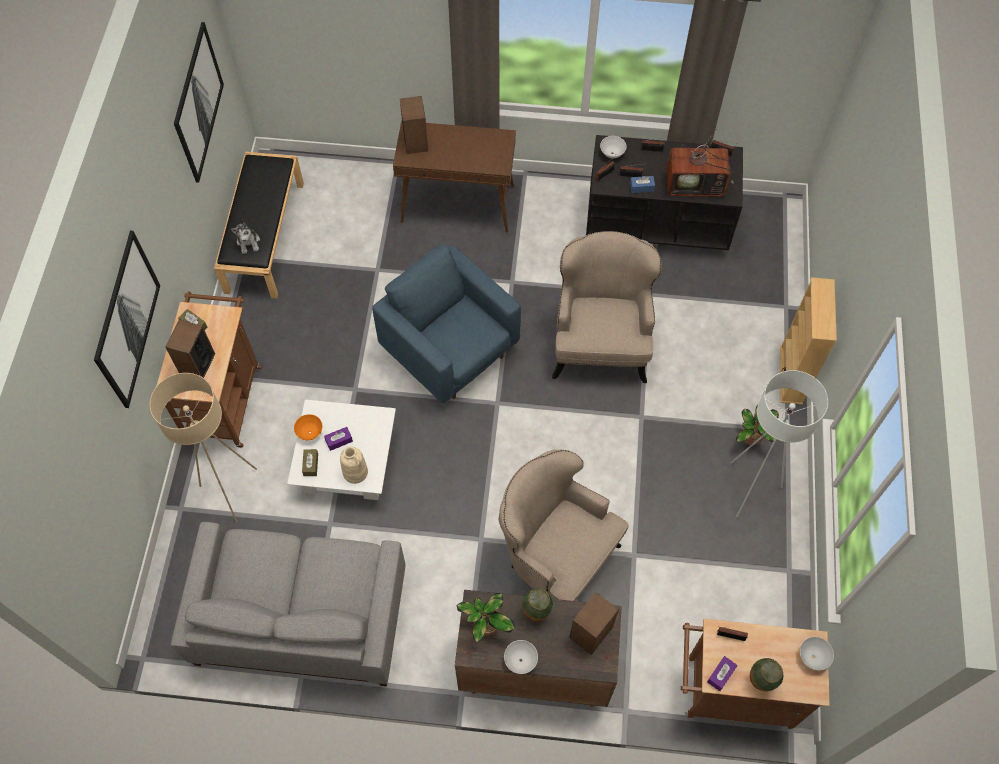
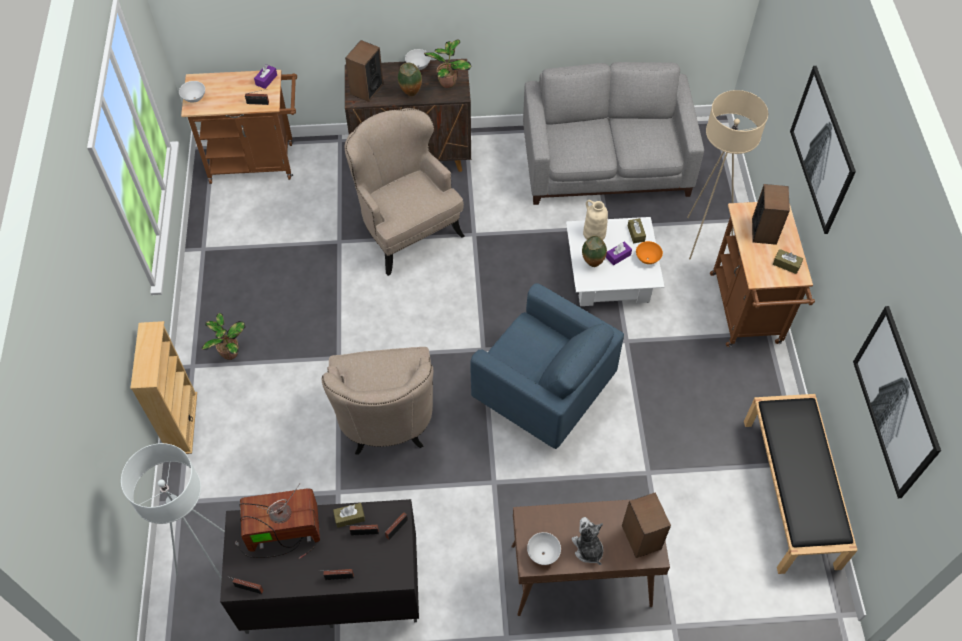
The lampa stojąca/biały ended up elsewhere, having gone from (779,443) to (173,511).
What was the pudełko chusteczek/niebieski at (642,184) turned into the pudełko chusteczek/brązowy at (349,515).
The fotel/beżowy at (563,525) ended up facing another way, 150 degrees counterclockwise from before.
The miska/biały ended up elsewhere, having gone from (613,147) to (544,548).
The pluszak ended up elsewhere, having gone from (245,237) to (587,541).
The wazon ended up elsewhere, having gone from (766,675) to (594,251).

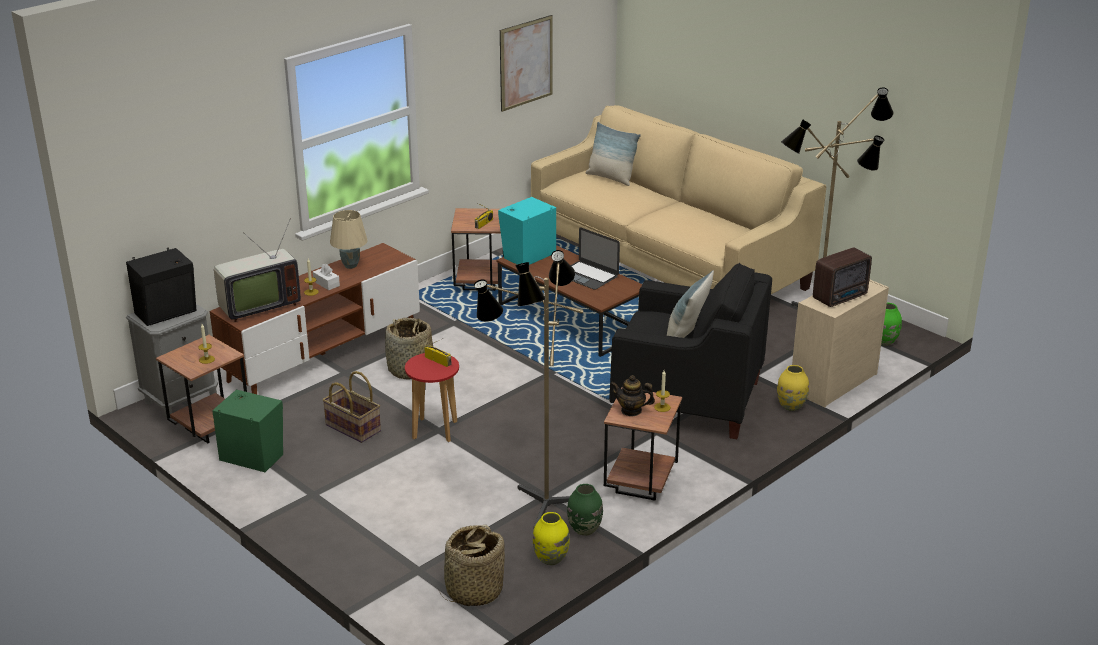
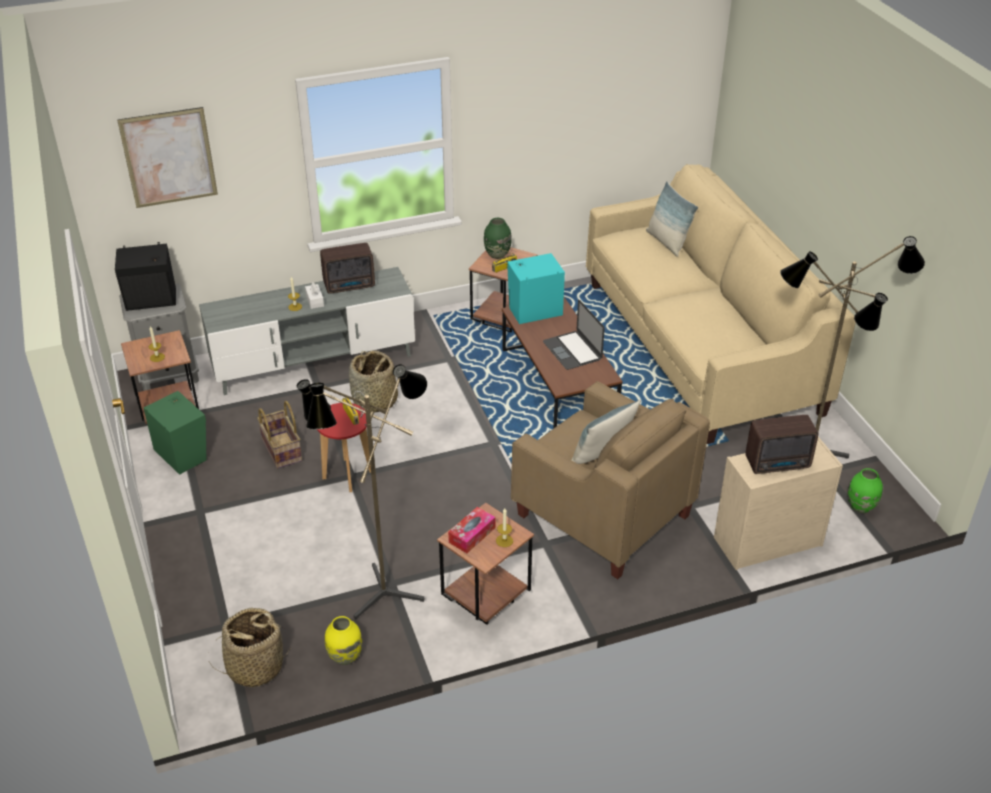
The obraz ended up elsewhere, having gone from (526,63) to (167,157).
What was the szafka pod telewizor/brązowy at (315,318) turned into the szafka pod telewizor/szary at (307,331).
Where the lampa stołowa/beżowy stood at (349,239), the radio came to stand at (347,268).
Where the imbryk stood at (633,395), the pudełko chusteczek came to stand at (472,530).
The wazon/zielony ended up elsewhere, having gone from (585,510) to (498,238).
What was the fotel/czarny at (690,351) turned into the fotel/beżowy at (610,480).
The second view lost the telewizor at (257,271).
The second view lost the wazon/żółty at (793,388).

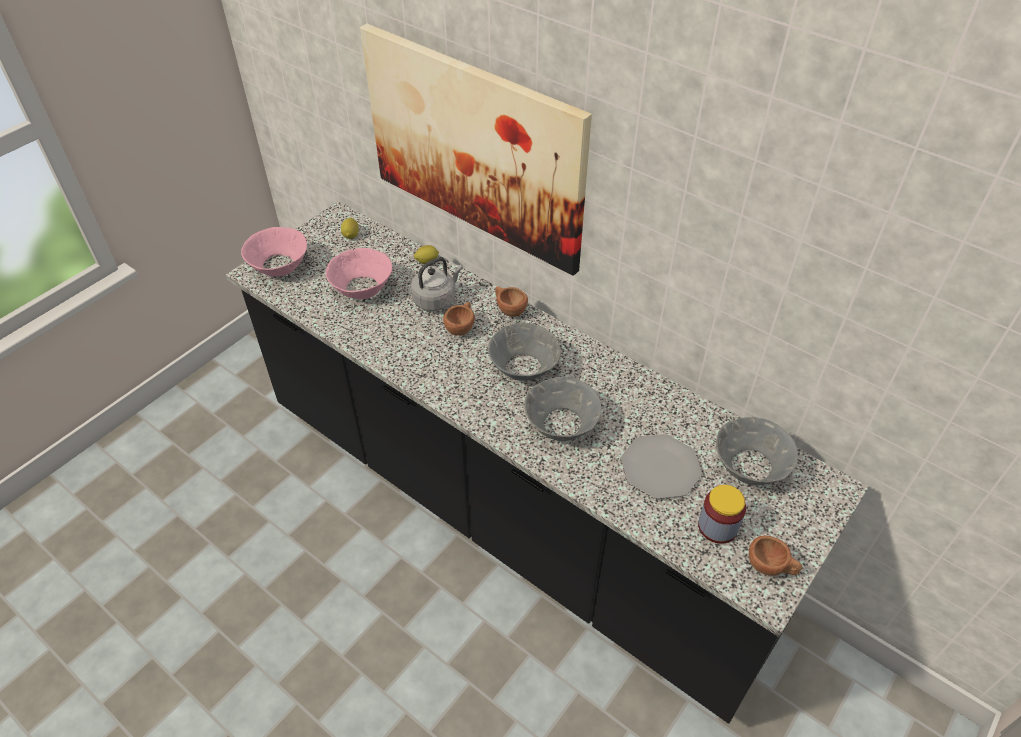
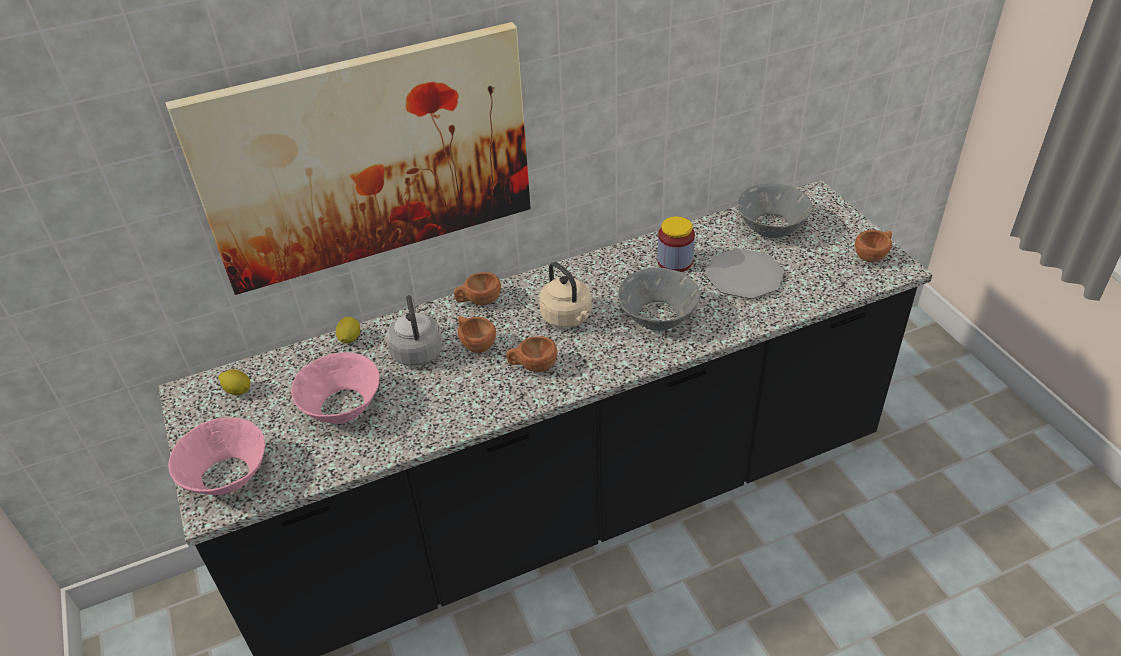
The second view gained the filiżanka/brązowy at (531,354).
Where the miska/szary stood at (524,352), the czajnik/beżowy came to stand at (565,295).
The słoik ended up elsewhere, having gone from (722,514) to (676,244).

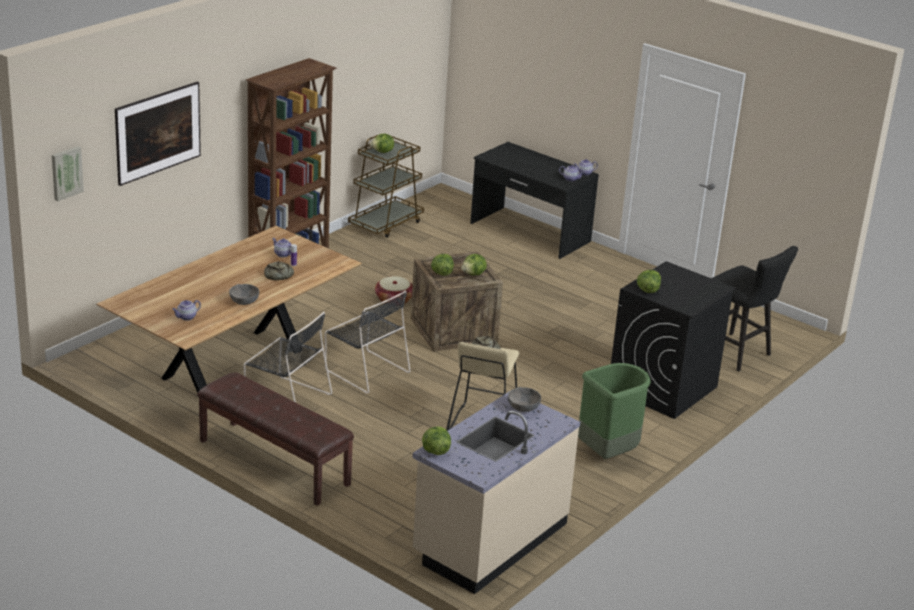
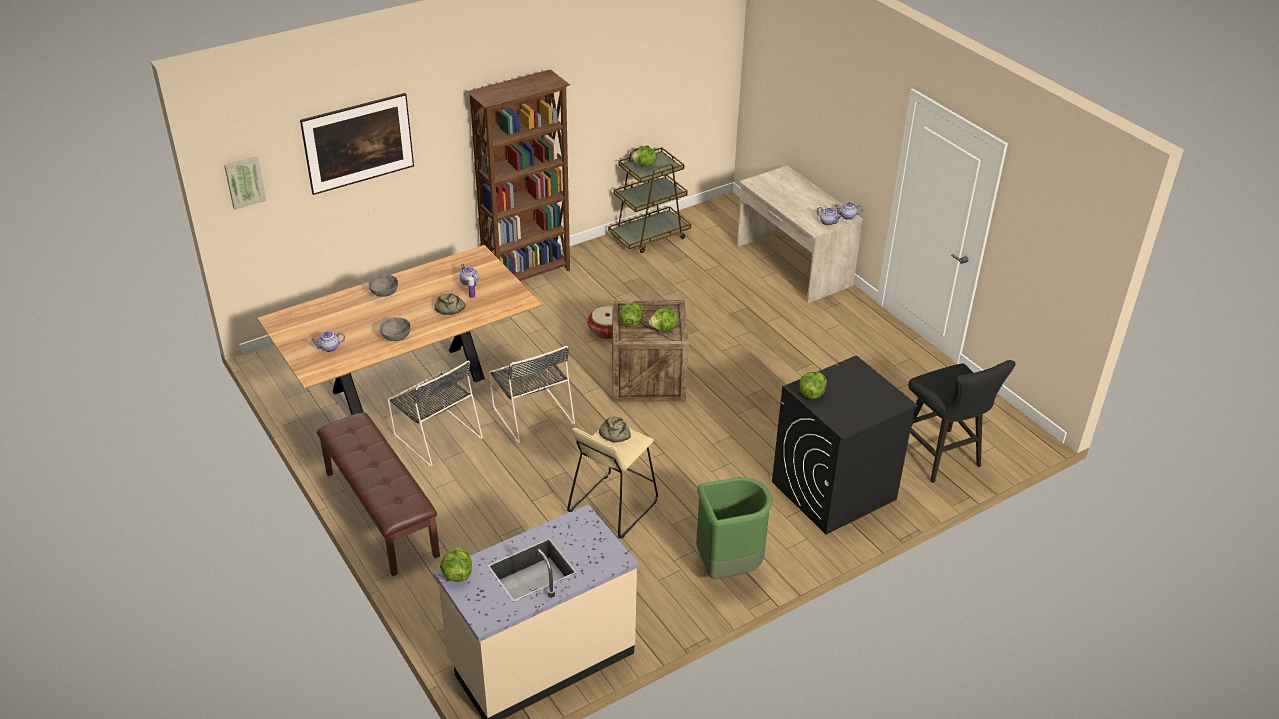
The miska/szary ended up elsewhere, having gone from (524,399) to (383,285).
What was the biurko/czarny at (534,200) turned into the biurko/beżowy at (800,234).

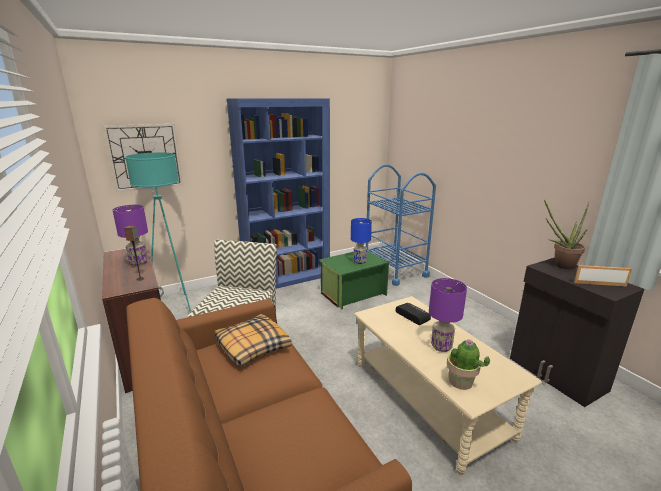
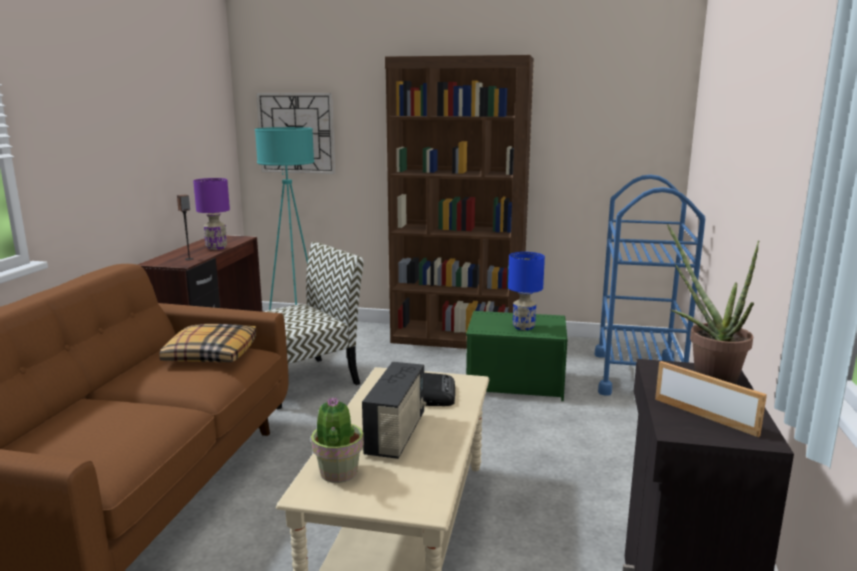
Where the lampa stołowa/fioletowy stood at (448,315), the radio came to stand at (394,410).
What was the regał/niebieski at (278,193) turned into the regał/brązowy at (459,202).

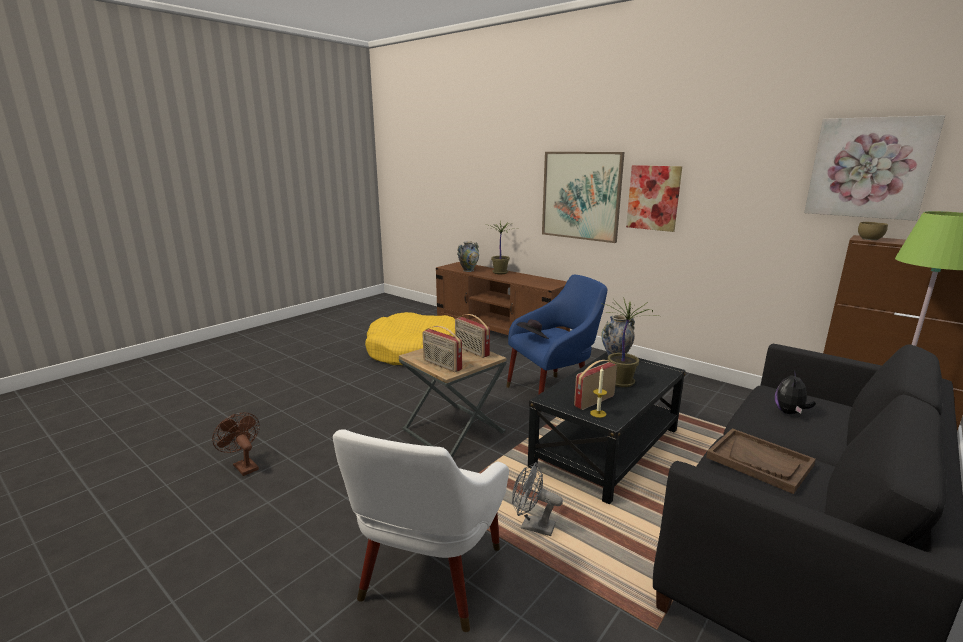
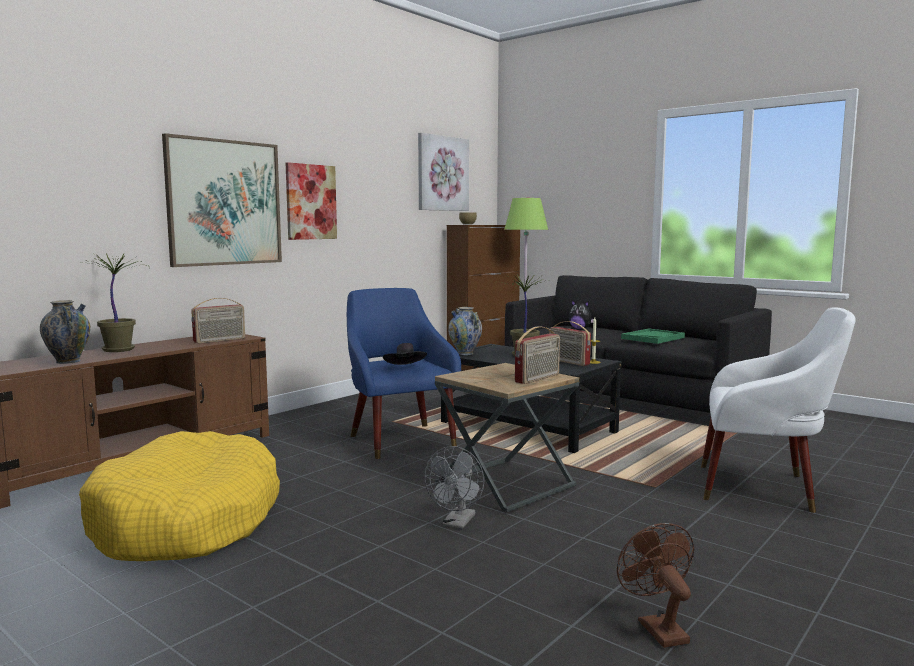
The radio ended up elsewhere, having gone from (472,336) to (218,321).
The wentylator/szary ended up elsewhere, having gone from (537,499) to (454,487).
The wentylator/brązowy at (236,444) ended up facing another way, 120 degrees clockwise from before.
What was the taca/brązowy at (761,461) turned into the taca/zielony at (653,336).

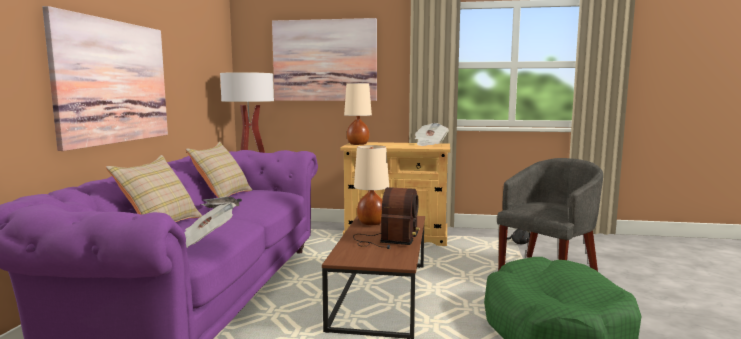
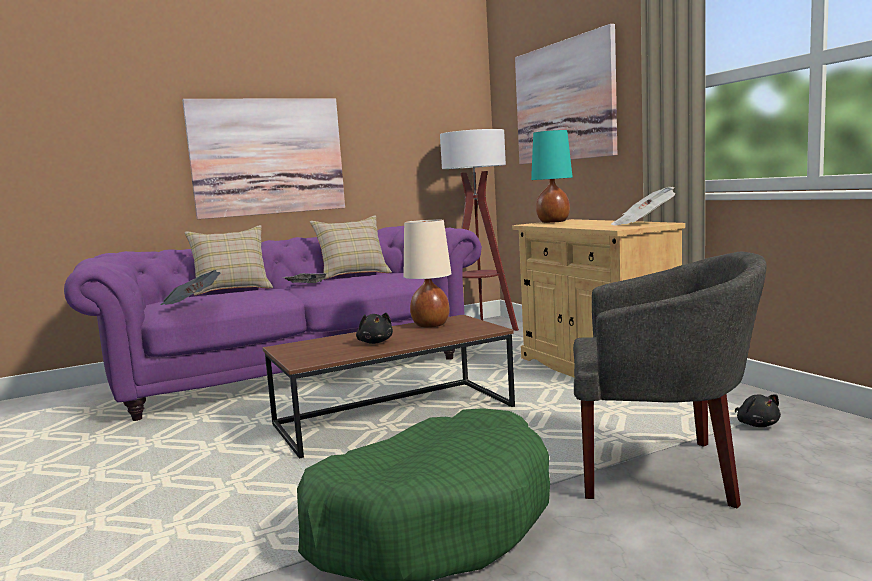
Where the radio stood at (386,218), the pluszak/czarny came to stand at (374,328).
What was the lampa stołowa/beżowy at (358,114) turned into the lampa stołowa/turkusowy at (552,176).

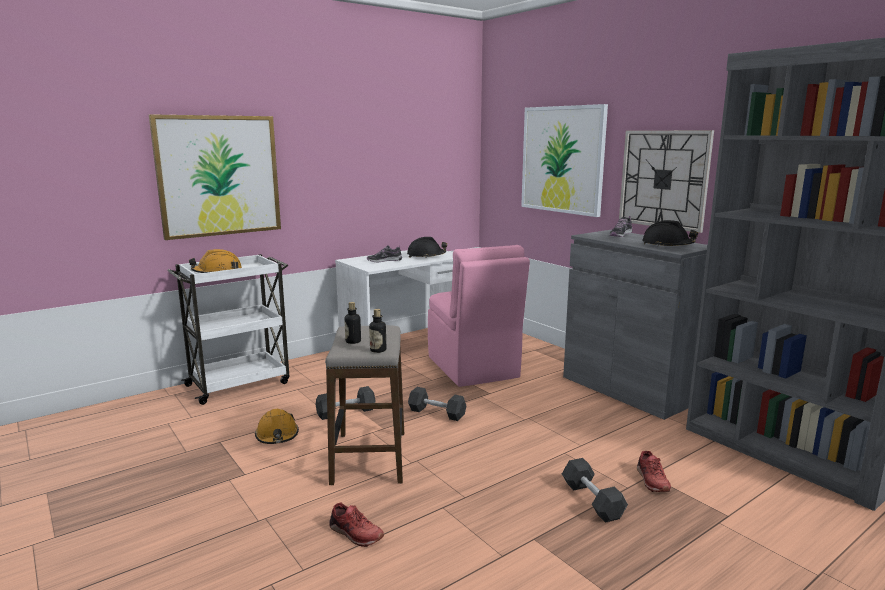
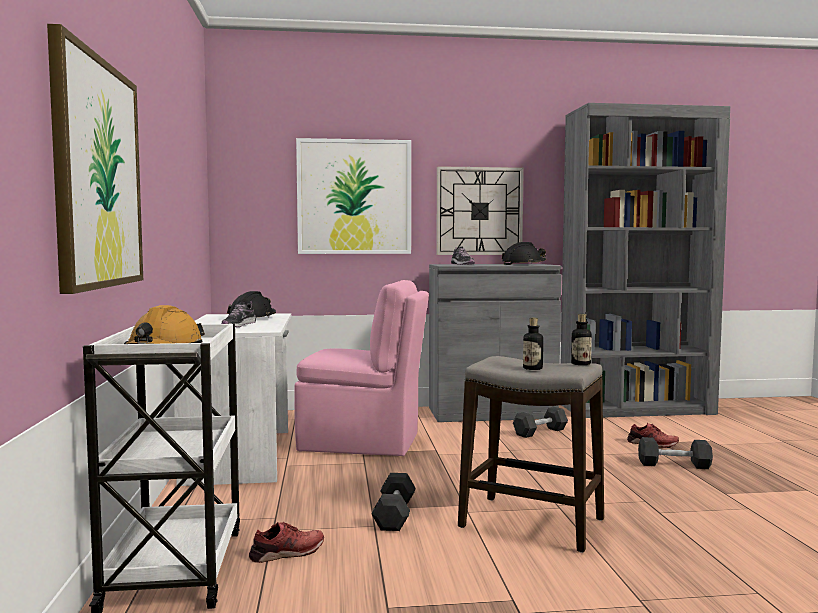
The but/czerwony ended up elsewhere, having gone from (356,524) to (286,542).
The hantel/czarny ended up elsewhere, having gone from (437,404) to (540,422).
The second view lost the kask/pomarańczowy at (277,426).

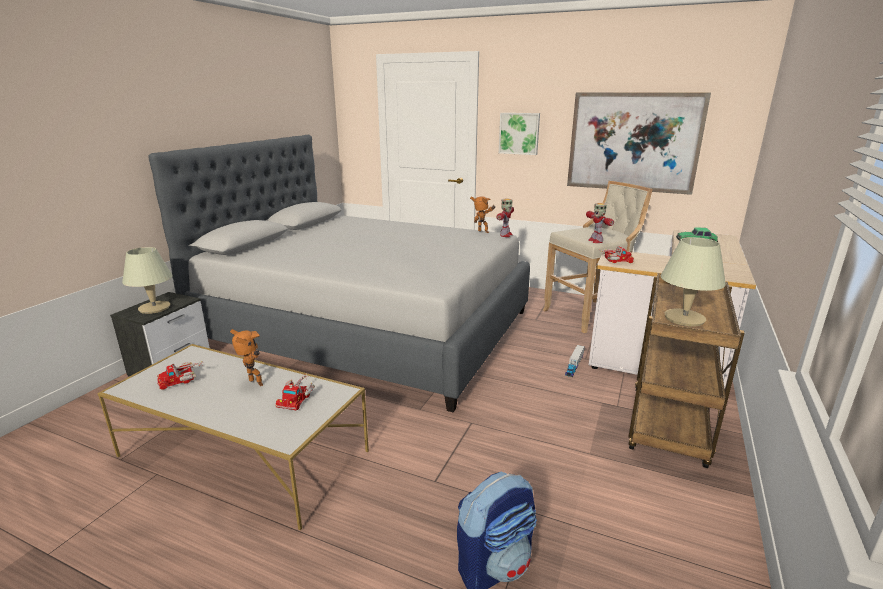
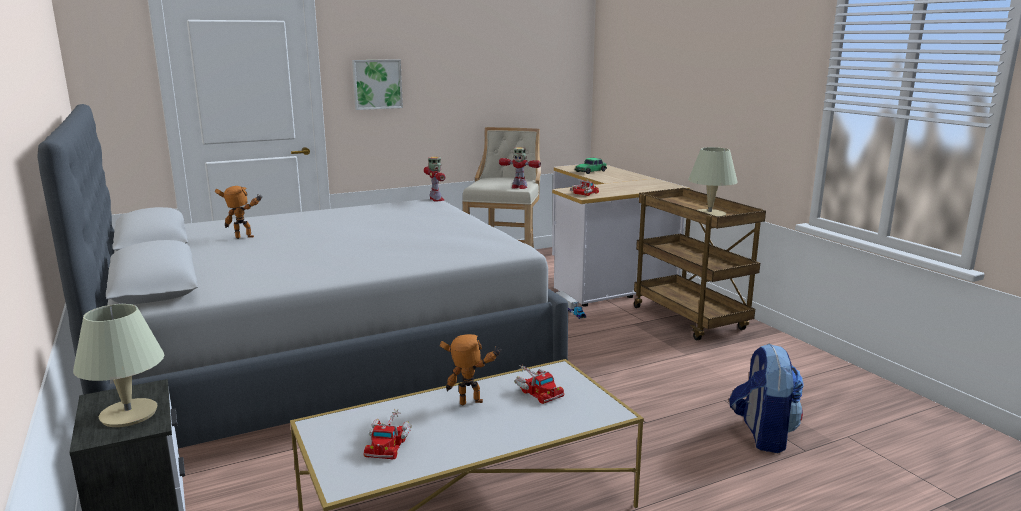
The robot zabawkowy ended up elsewhere, having gone from (482,214) to (239,212).
The second view lost the obraz at (639,143).

